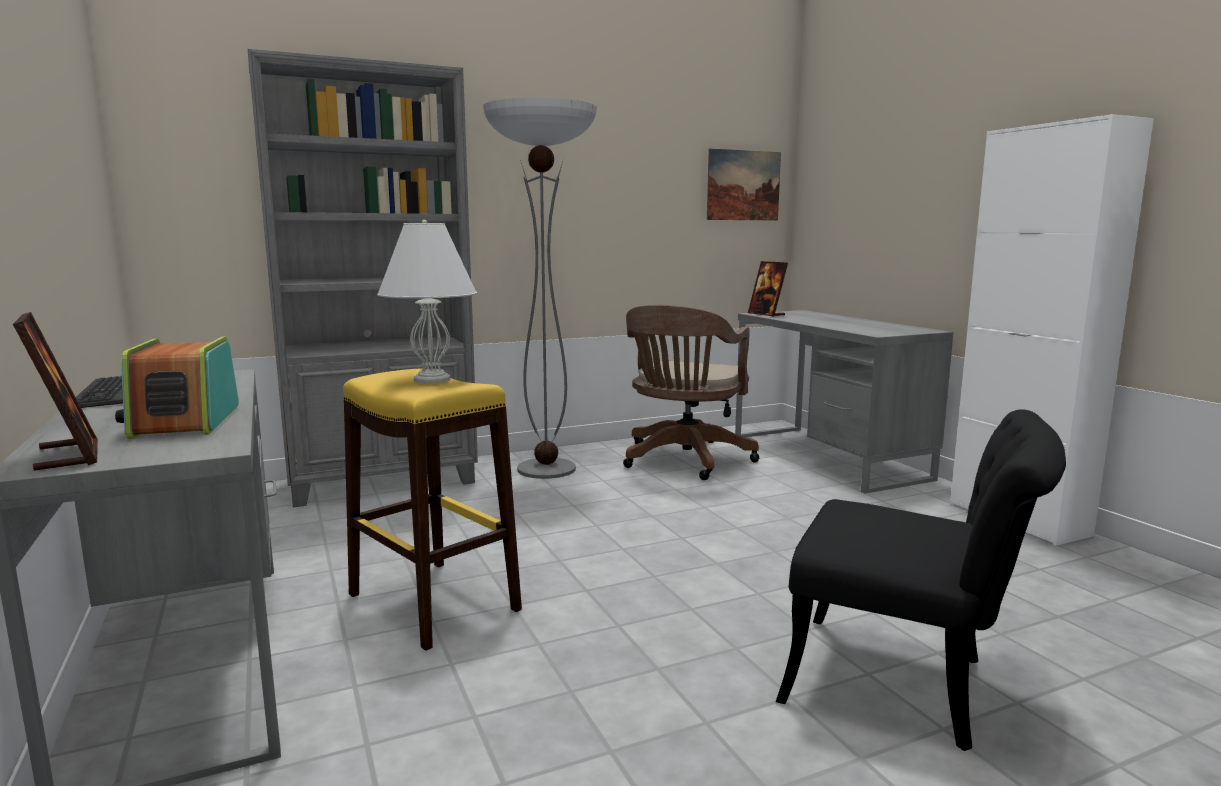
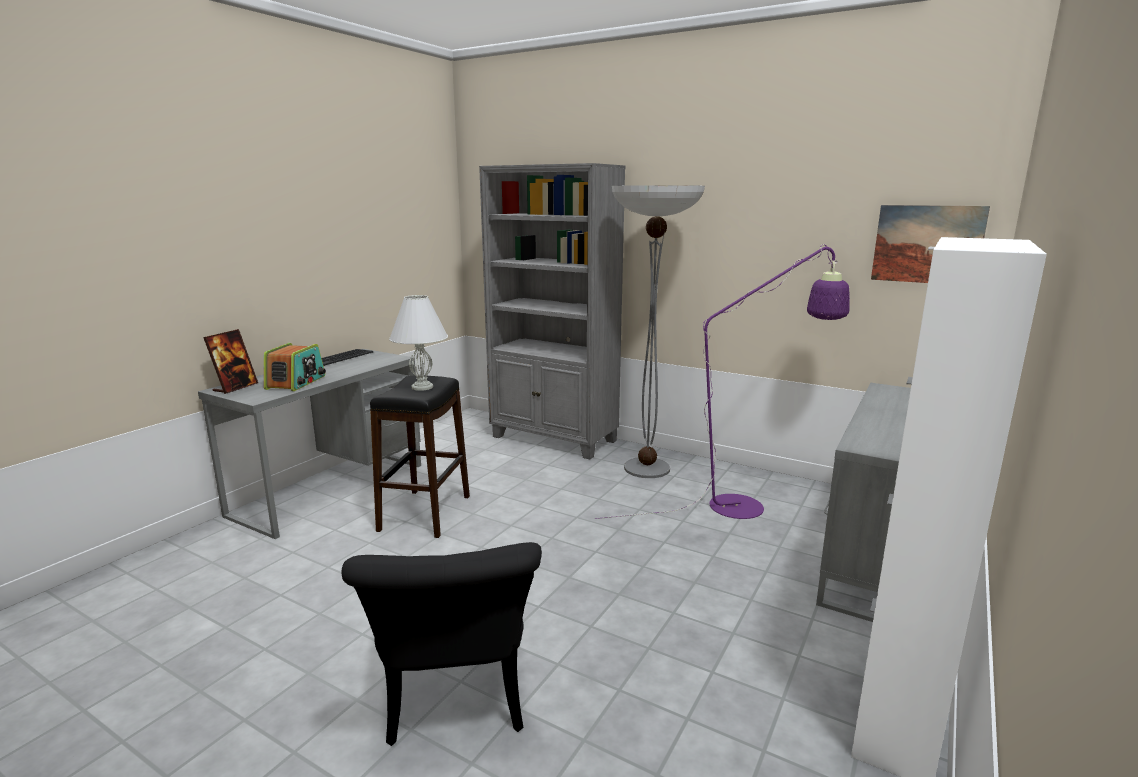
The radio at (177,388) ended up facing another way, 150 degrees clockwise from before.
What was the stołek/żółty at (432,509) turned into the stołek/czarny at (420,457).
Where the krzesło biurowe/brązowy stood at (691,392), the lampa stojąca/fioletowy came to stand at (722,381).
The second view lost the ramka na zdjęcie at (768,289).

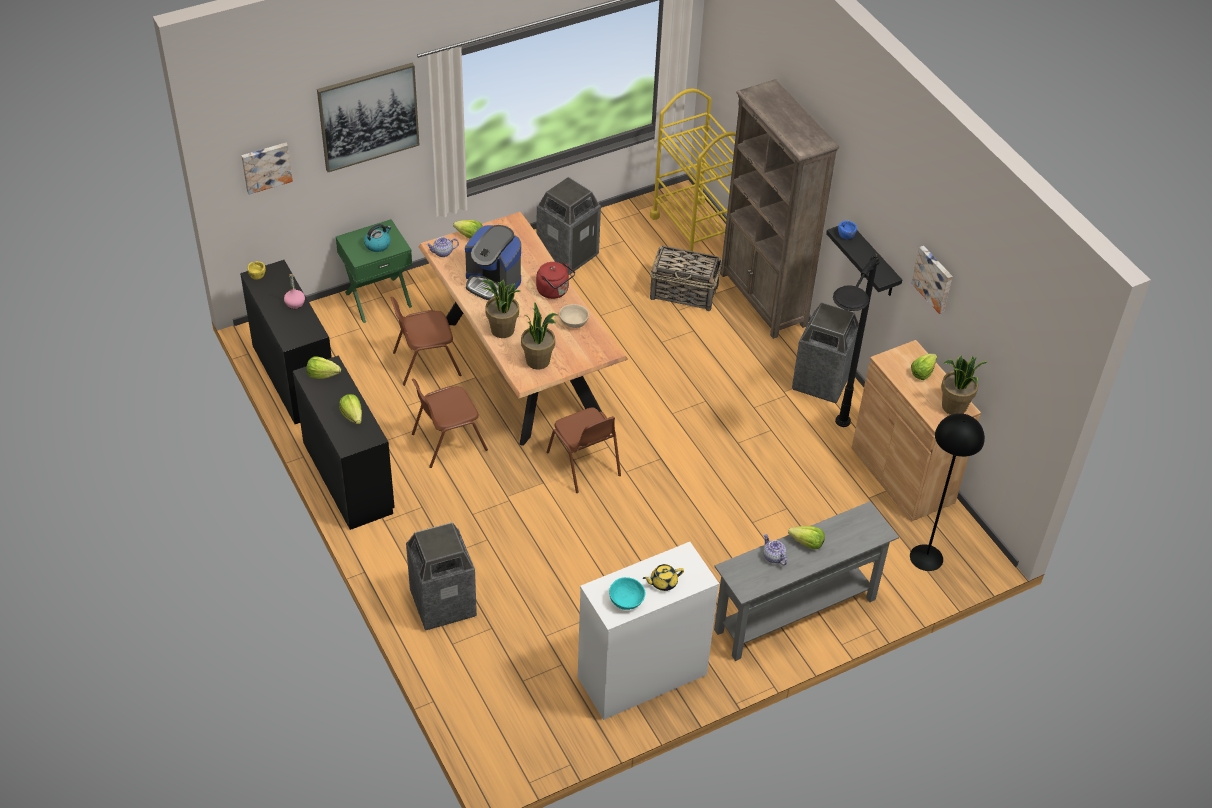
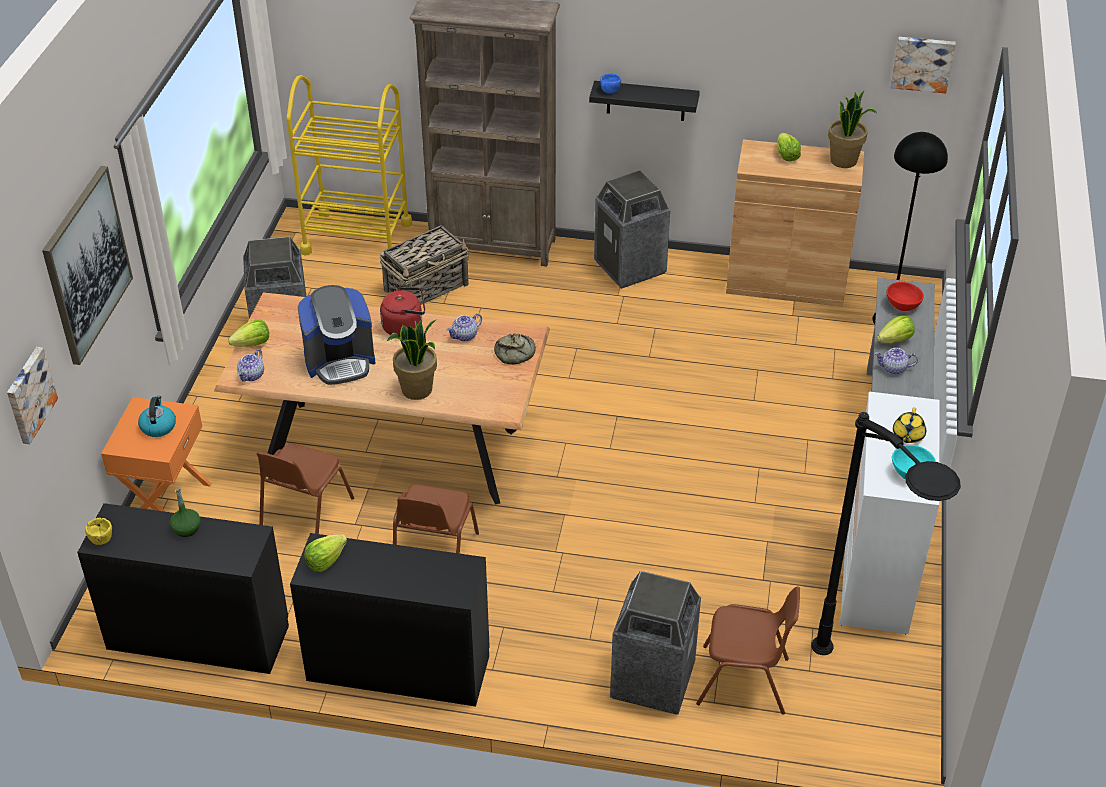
What was the szafka nocna/zielony at (374,271) turned into the szafka nocna/pomarańczowy at (156,454).
What was the butelka/różowy at (294,291) turned into the butelka/zielony at (185,512).
Where the miska/beżowy stood at (574,316), the imbryk came to stand at (464,327).
The second view gained the chleb at (515,349).
The krzesło/brązowy ended up elsewhere, having gone from (583,450) to (748,651).
The lampa stojąca/czarny ended up elsewhere, having gone from (856,340) to (886,533).
The second view gained the miska/czerwony at (905,296).
The obraz ended up elsewhere, having gone from (931,280) to (923,65).
The second view lost the sałata at (350,409).
The second view lost the roślina doniczkowa at (539,336).

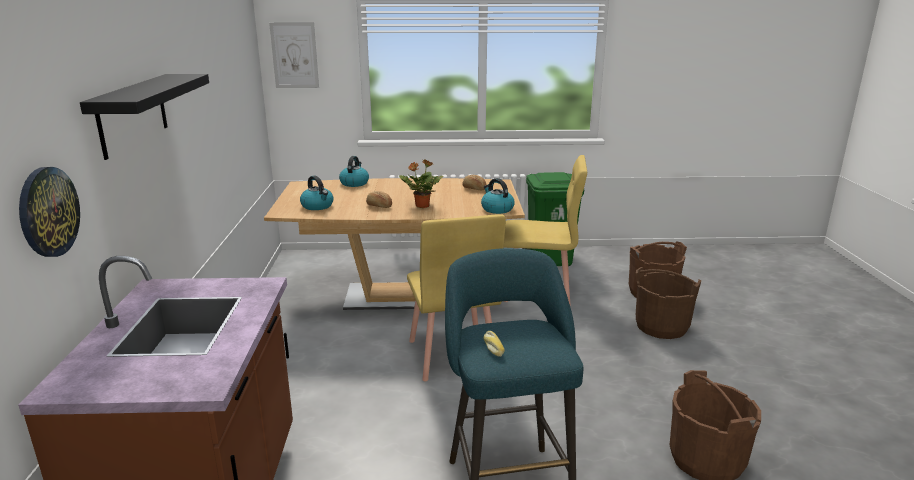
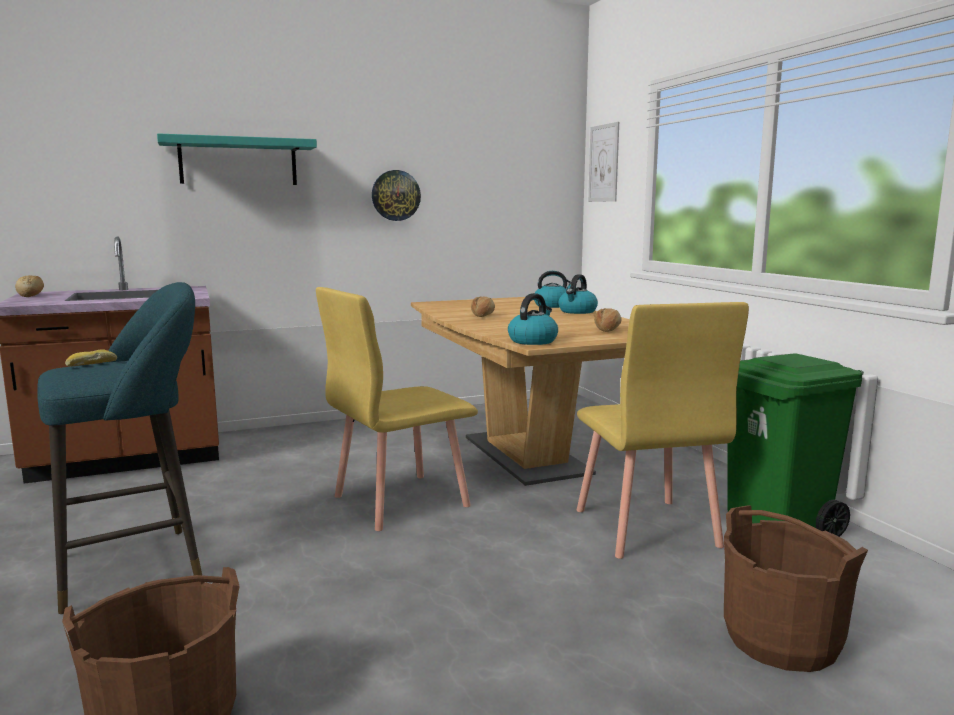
The second view gained the chleb at (29,286).
What was the półka/czarny at (144,117) turned into the półka/turkusowy at (237,159).
The zegar ścienny ended up elsewhere, having gone from (49,212) to (396,195).
The czajnik ended up elsewhere, having gone from (317,193) to (578,294).
The second view lost the roślina doniczkowa at (421,183).
The second view lost the wiadro/brązowy at (668,303).

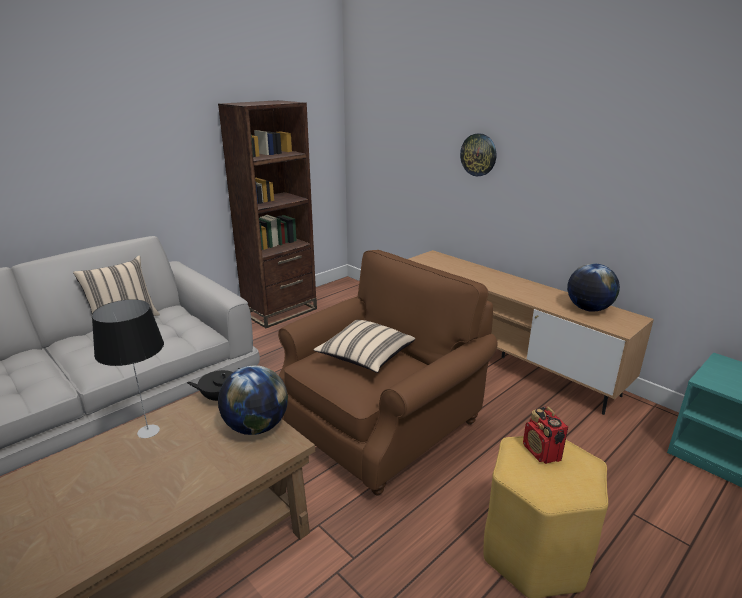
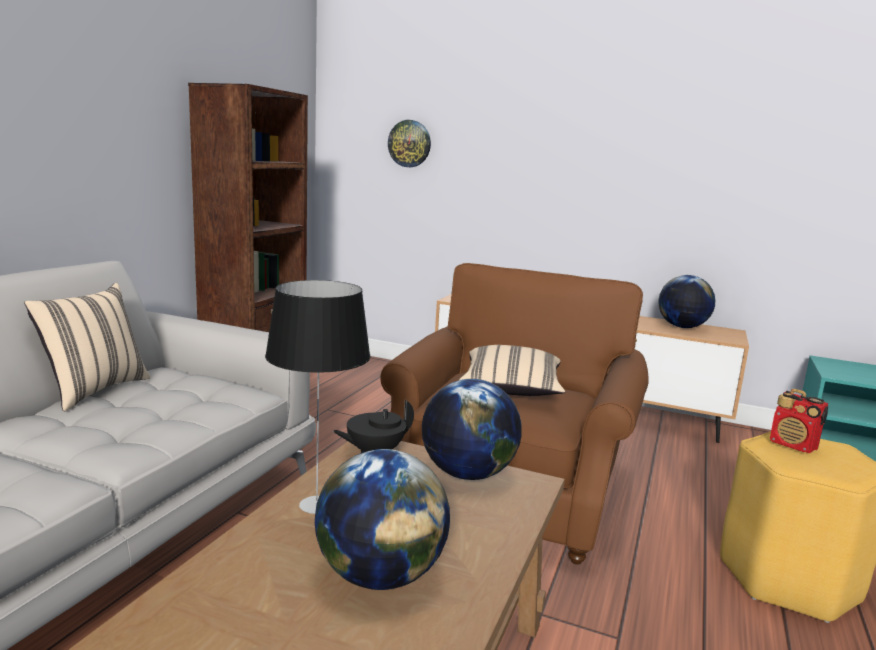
The second view gained the globus at (382,519).
The zegar ścienny ended up elsewhere, having gone from (478,154) to (409,143).

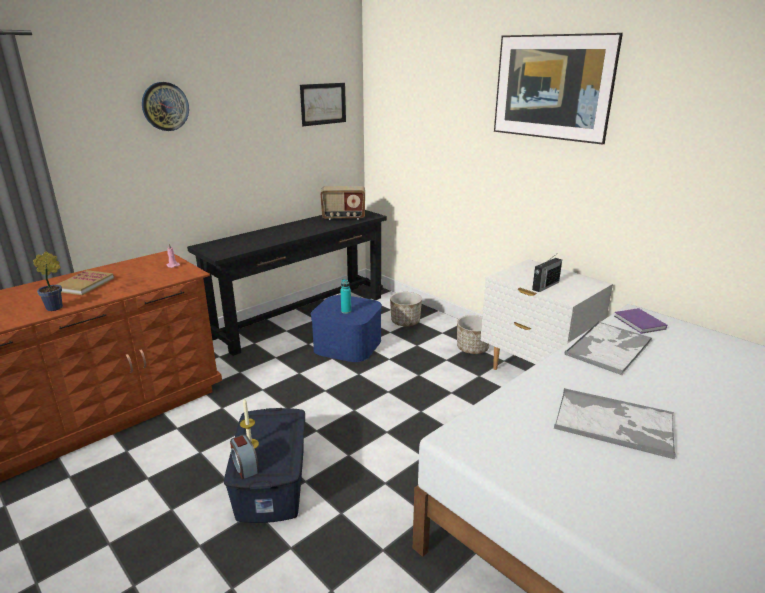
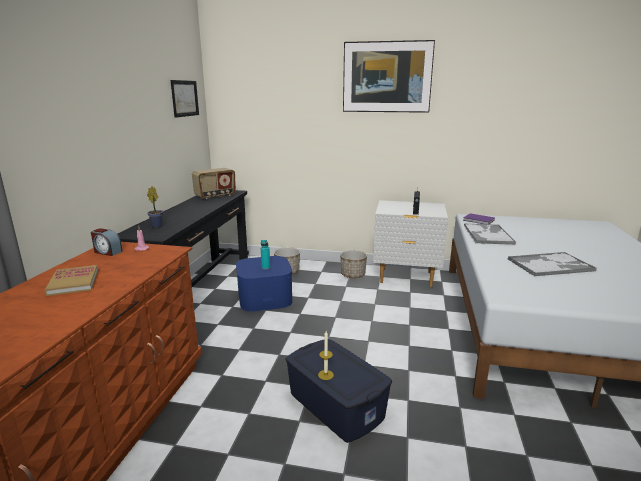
The budzik ended up elsewhere, having gone from (244,457) to (107,242).
The roślina doniczkowa ended up elsewhere, having gone from (48,281) to (155,207).
The second view lost the zegar ścienny at (165,106).

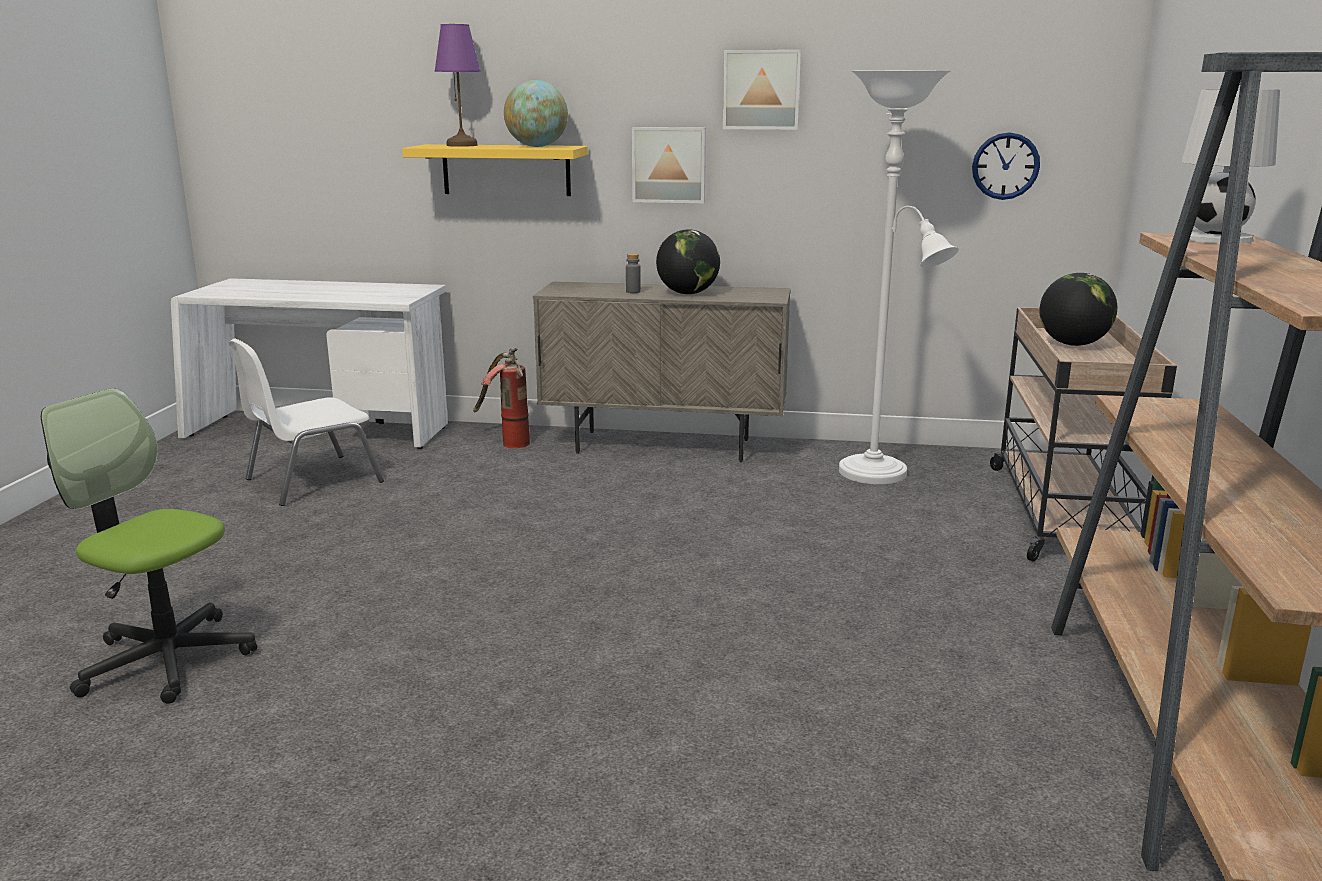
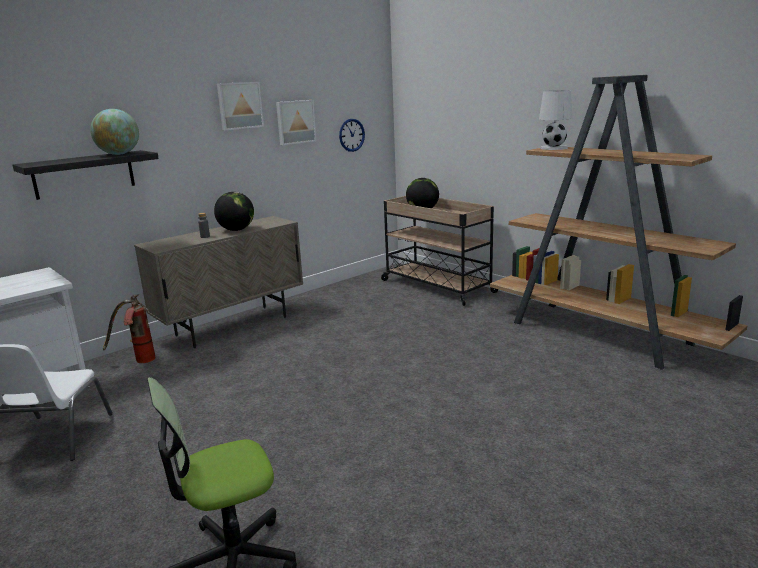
What was the półka/żółty at (495,170) turned into the półka/czarny at (86,175).
The obraz ended up elsewhere, having gone from (669,165) to (296,122).
The second view lost the lampa stołowa/fioletowy at (457,85).
The second view lost the lampa stojąca/biały at (899,277).

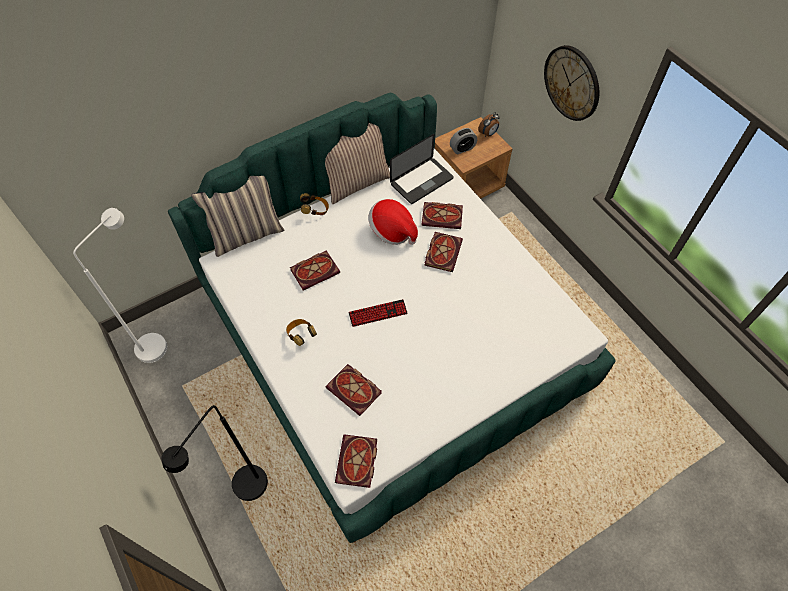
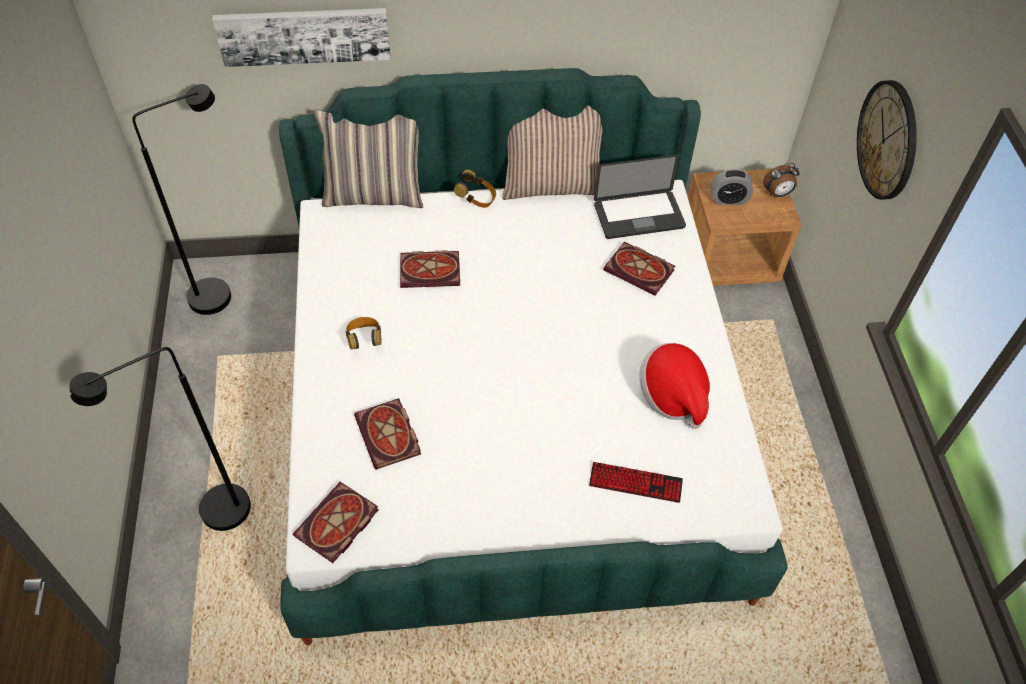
What was the lampa stojąca/biały at (120,285) turned into the lampa stojąca/czarny at (181,199).
The second view gained the obraz at (301,37).
The klawiatura ended up elsewhere, having gone from (378,313) to (636,482).
The kapelusz ended up elsewhere, having gone from (393,222) to (674,386).
The second view lost the książka at (443,252).

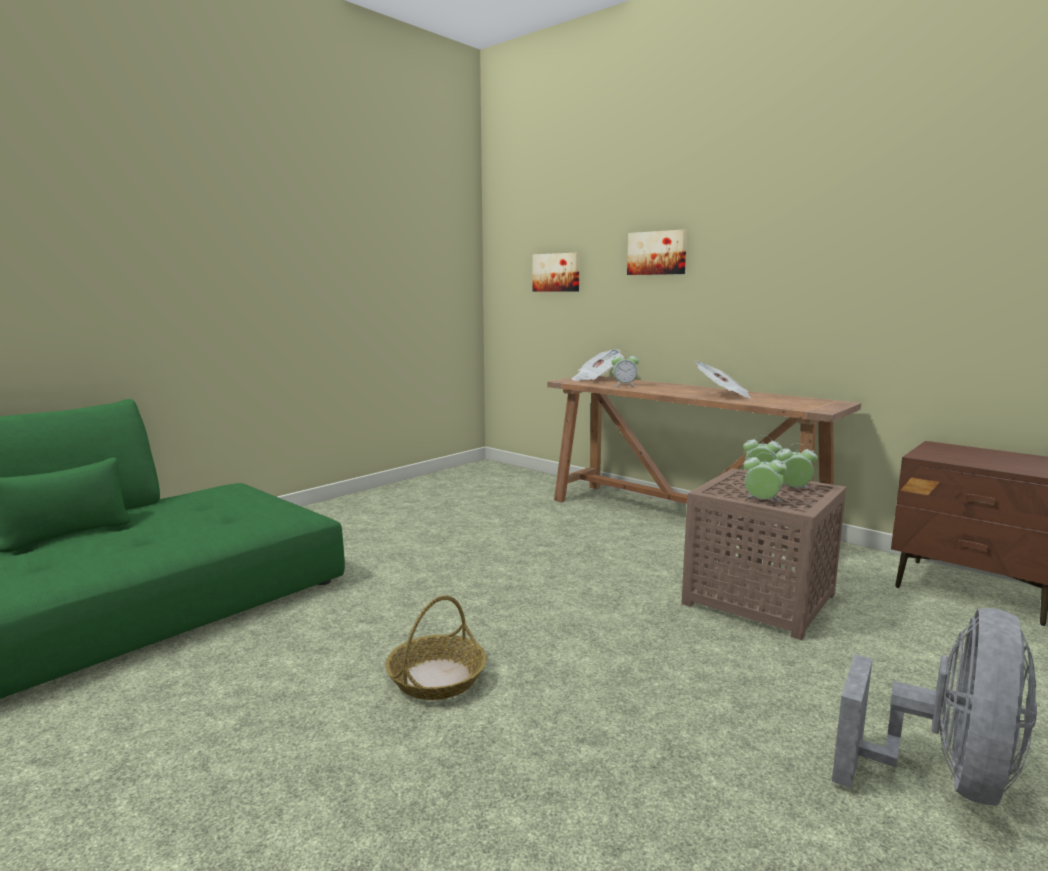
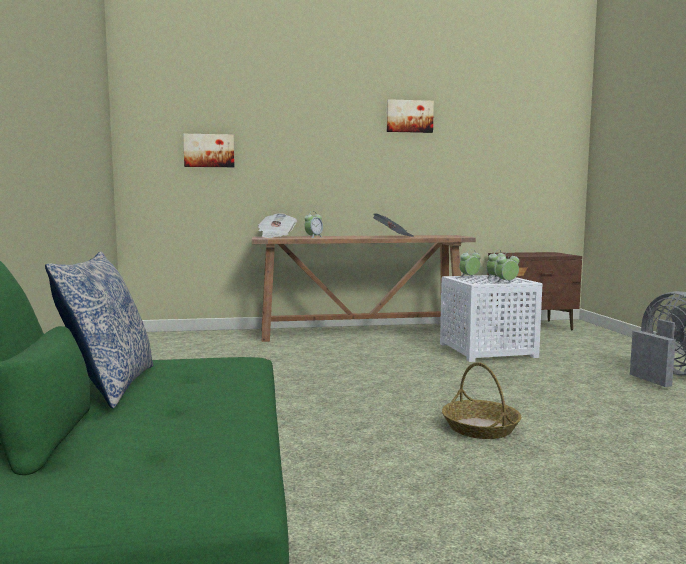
The second view gained the poduszka at (99,330).
The obraz ended up elsewhere, having gone from (657,252) to (410,116).
What was the stolik/brązowy at (763,554) turned into the stolik/biały at (491,318).

